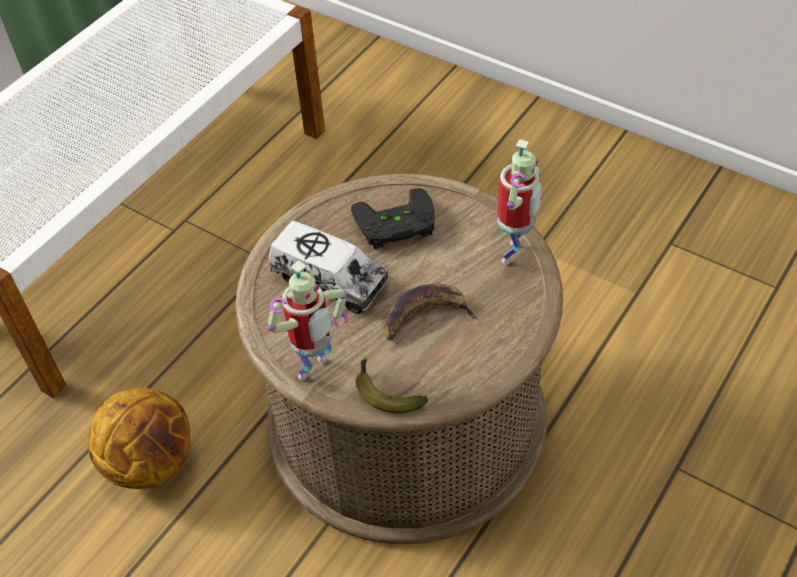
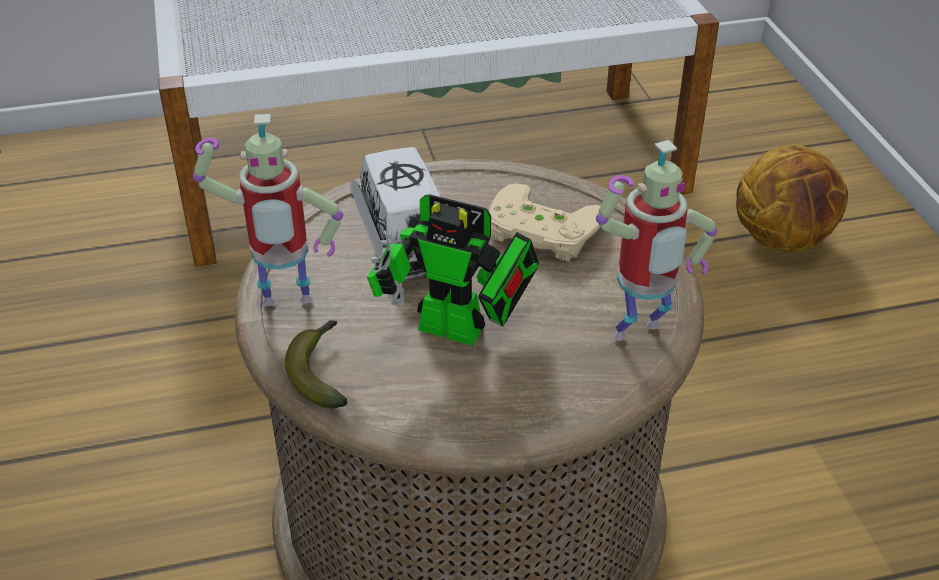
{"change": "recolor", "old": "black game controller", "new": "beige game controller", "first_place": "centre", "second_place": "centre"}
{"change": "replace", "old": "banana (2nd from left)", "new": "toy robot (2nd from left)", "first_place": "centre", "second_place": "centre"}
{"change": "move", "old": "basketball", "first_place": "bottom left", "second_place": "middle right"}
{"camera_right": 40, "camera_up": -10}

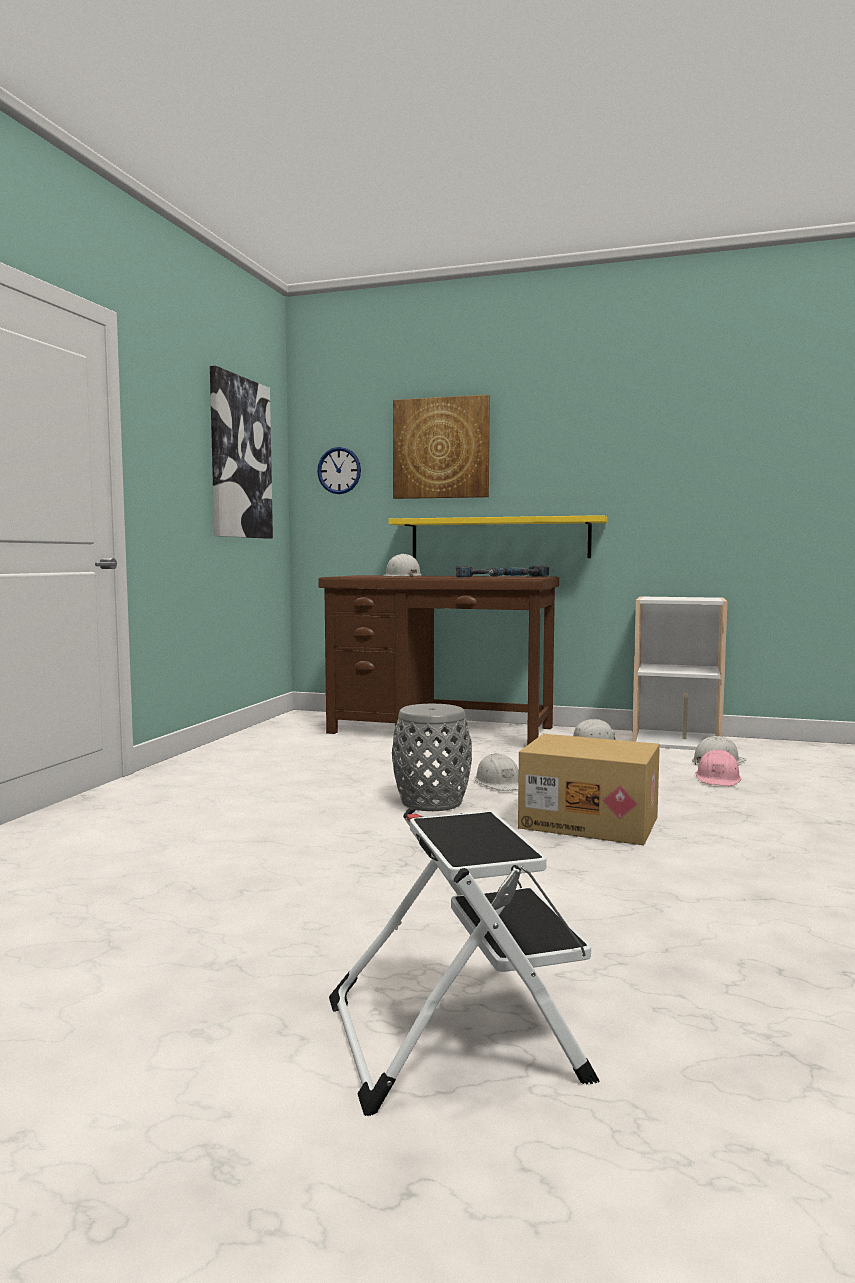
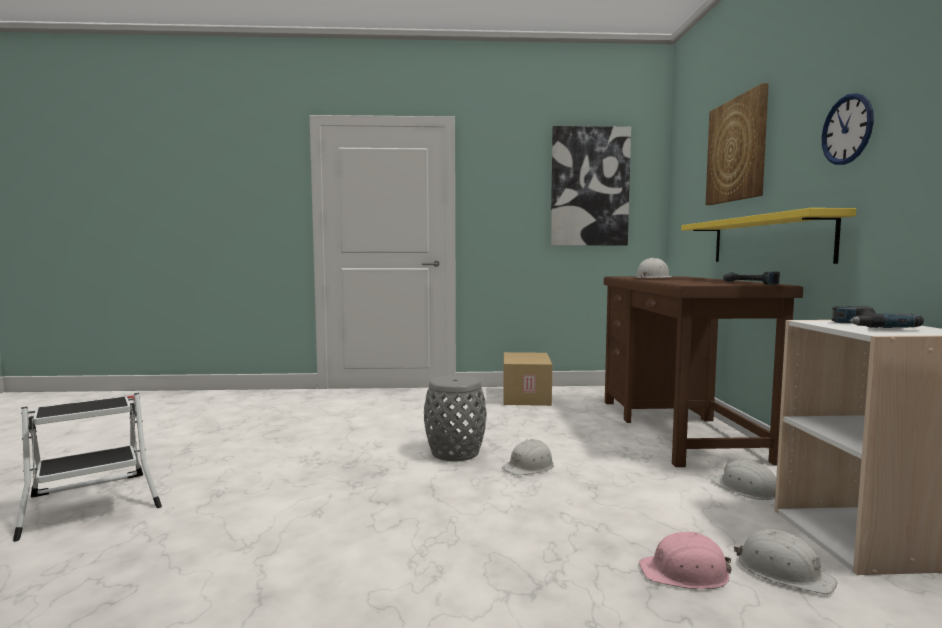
{"change": "move", "old": "wall clock", "first_place": "centre", "second_place": "top right"}
{"change": "move", "old": "power drill (1st from left in the first image)", "new": "power drill (2nd from left)", "first_place": "centre", "second_place": "middle right"}
{"change": "move", "old": "cardboard box", "first_place": "middle right", "second_place": "centre"}
{"camera_right": 70, "camera_up": 0}

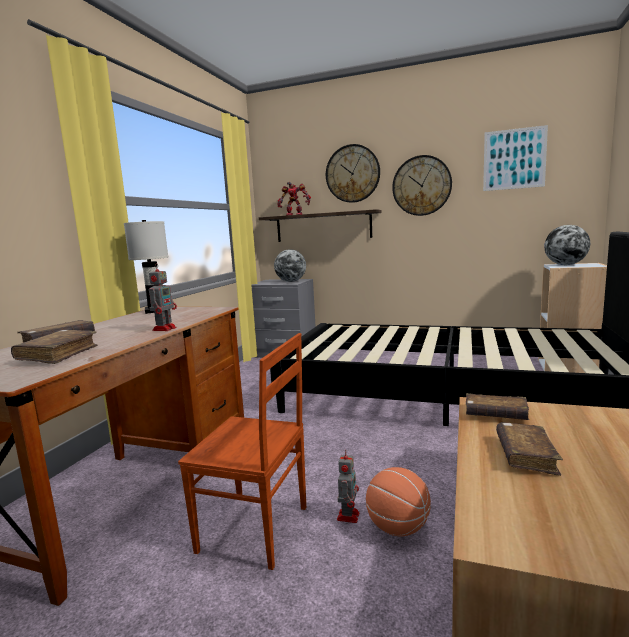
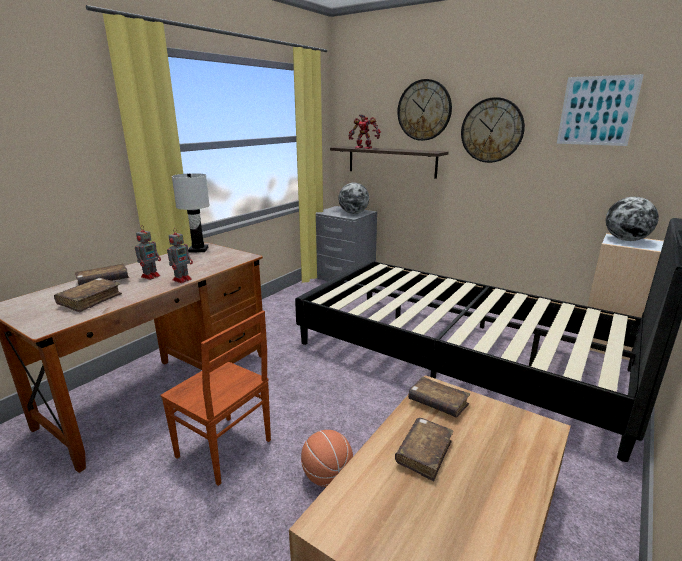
{"change": "move", "old": "toy robot (3rd from left in the first image)", "new": "toy robot (1st from left)", "first_place": "bottom centre", "second_place": "middle left"}
{"camera_right": 15, "camera_up": 10}

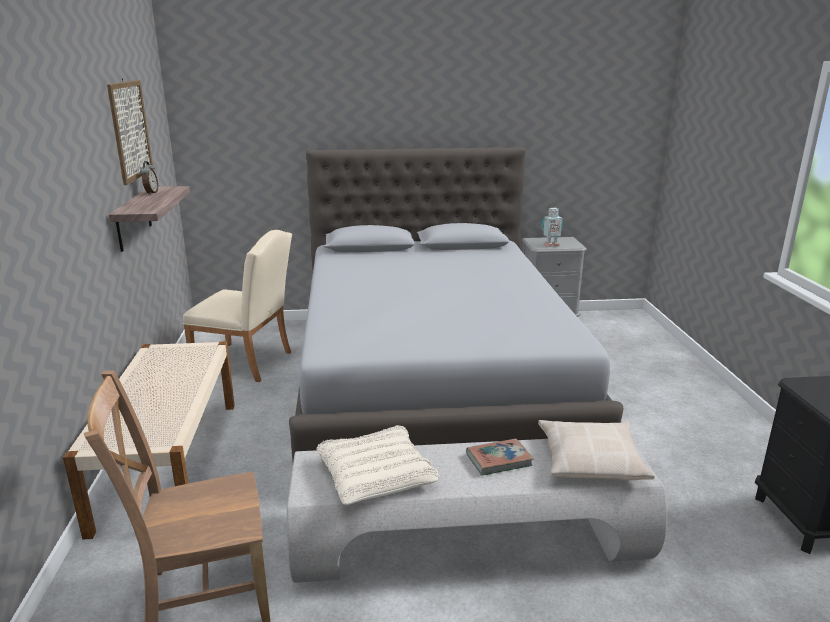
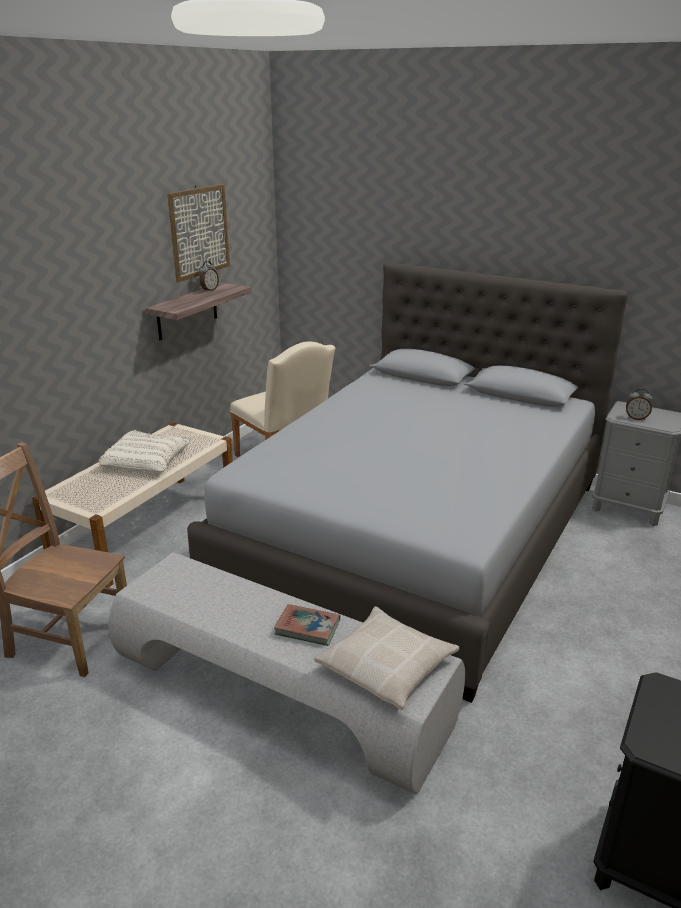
{"change": "replace", "old": "toy robot", "new": "alarm clock (2nd from left)", "first_place": "centre", "second_place": "middle right"}
{"change": "move", "old": "beige pillow (1st from left)", "first_place": "bottom centre", "second_place": "middle left"}
{"camera_right": 35, "camera_up": 5}

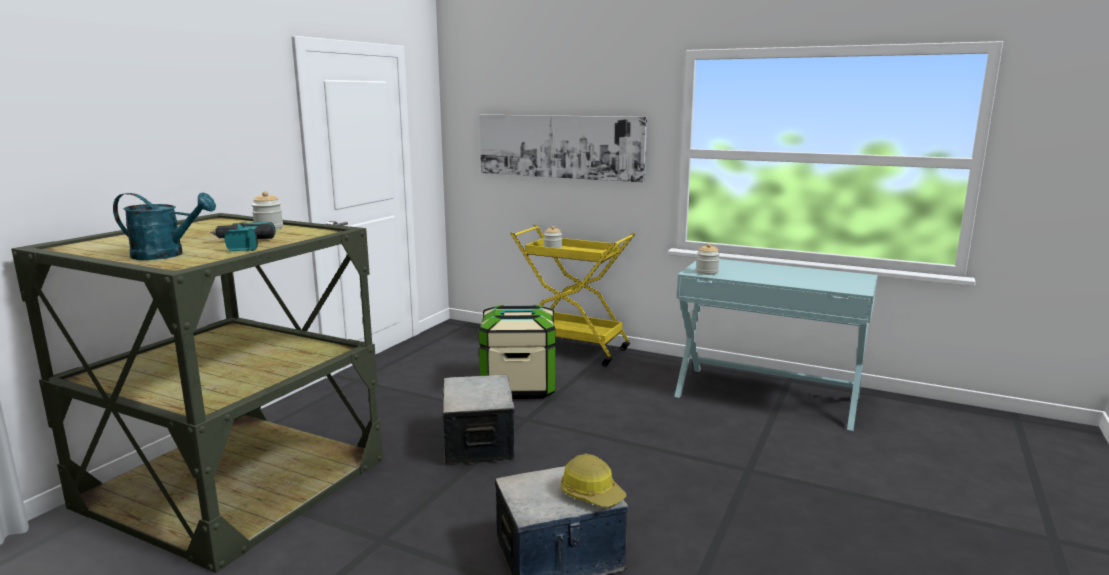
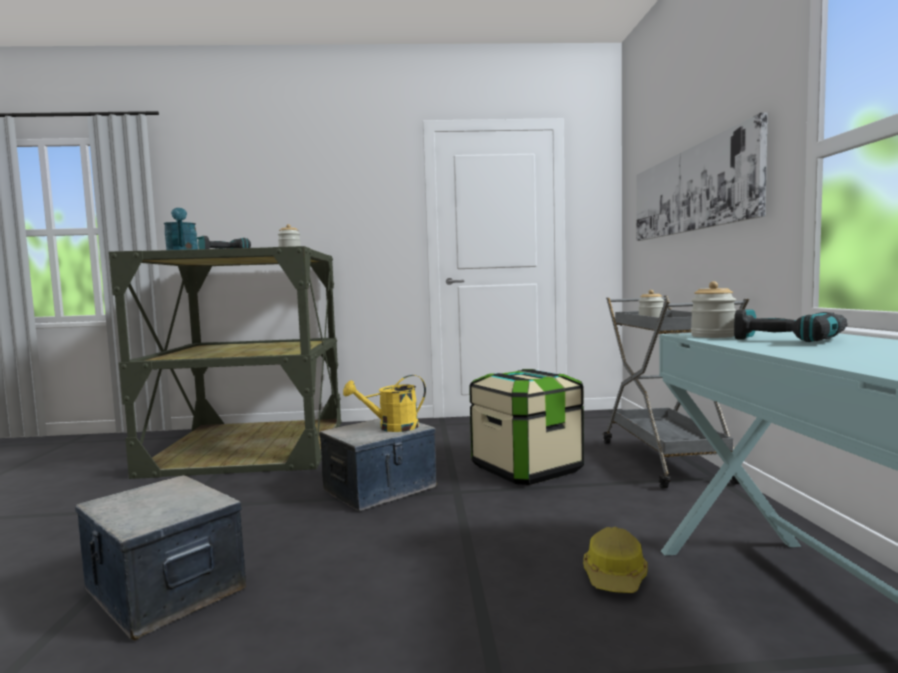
{"change": "recolor", "old": "yellow cart", "new": "grey cart", "first_place": "centre", "second_place": "middle right"}
{"change": "move", "old": "hard hat", "first_place": "bottom centre", "second_place": "bottom right"}
{"change": "insert", "new": "power drill (2nd from left)", "second_place": "middle right"}
{"change": "insert", "new": "yellow watering can", "second_place": "centre"}
{"camera_right": 60, "camera_up": -10}

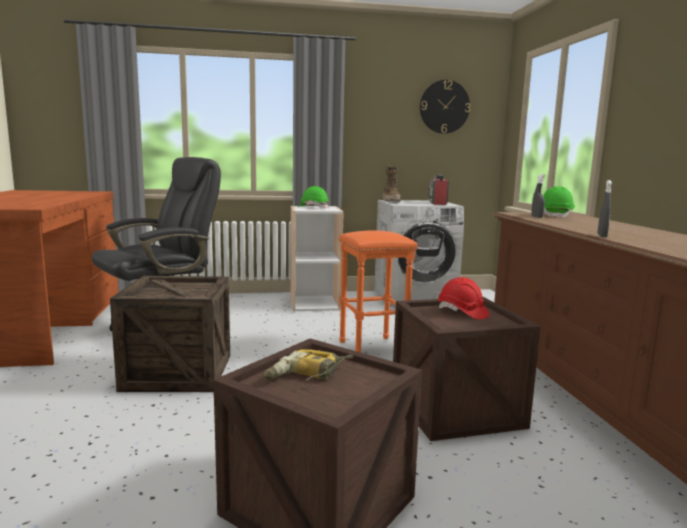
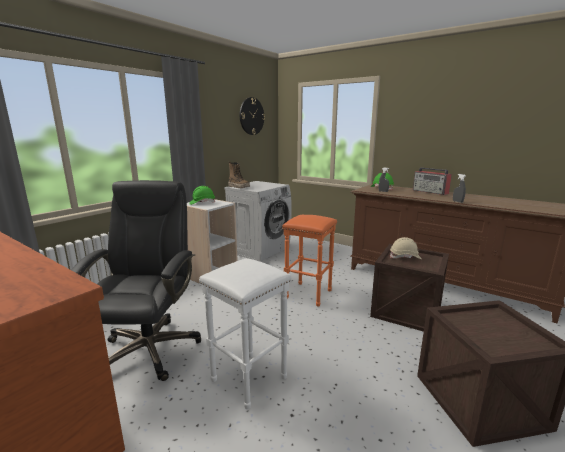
{"change": "move", "old": "radio", "first_place": "centre", "second_place": "middle right"}
{"change": "replace", "old": "crate (1st from left)", "new": "white stool", "first_place": "middle left", "second_place": "bottom centre"}
{"change": "recolor", "old": "red hard hat", "new": "beige hard hat", "first_place": "middle right", "second_place": "middle right"}
{"change": "delete", "old": "power drill", "first_place": "bottom centre"}
{"camera_right": -45, "camera_up": 5}

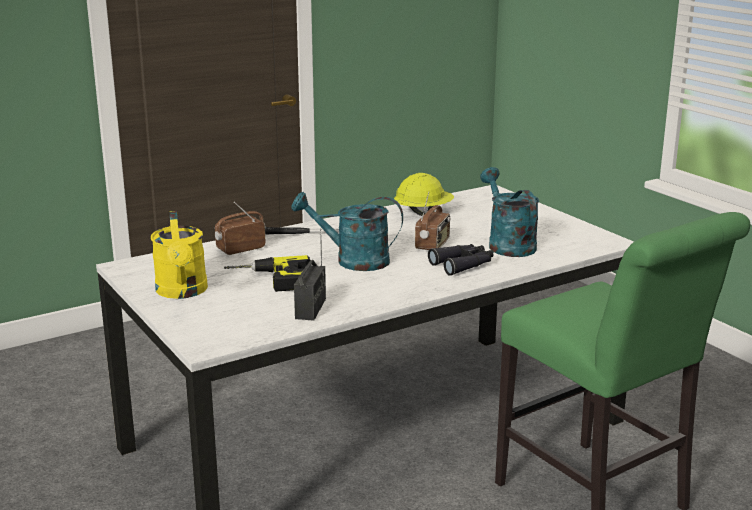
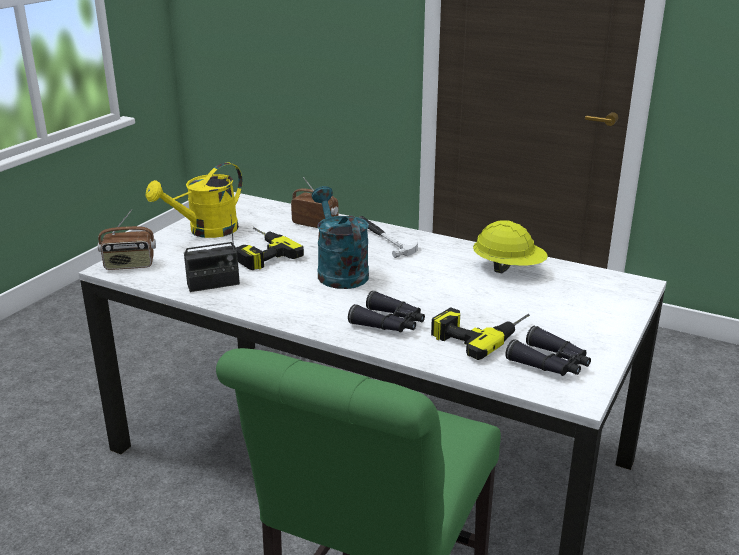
{"change": "replace", "old": "turquoise watering can (2nd from left)", "new": "power drill (2nd from left)", "first_place": "middle right", "second_place": "centre"}
{"change": "move", "old": "radio (3rd from left in the first image)", "new": "radio (1st from left)", "first_place": "centre", "second_place": "middle left"}
{"change": "insert", "new": "black binoculars (2nd from left)", "second_place": "middle right"}
{"camera_right": 60, "camera_up": 5}

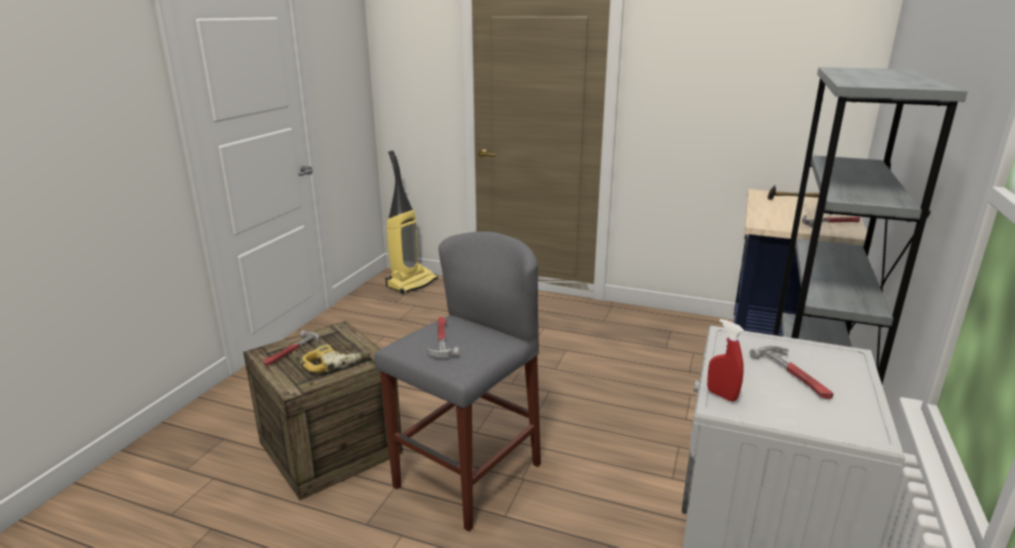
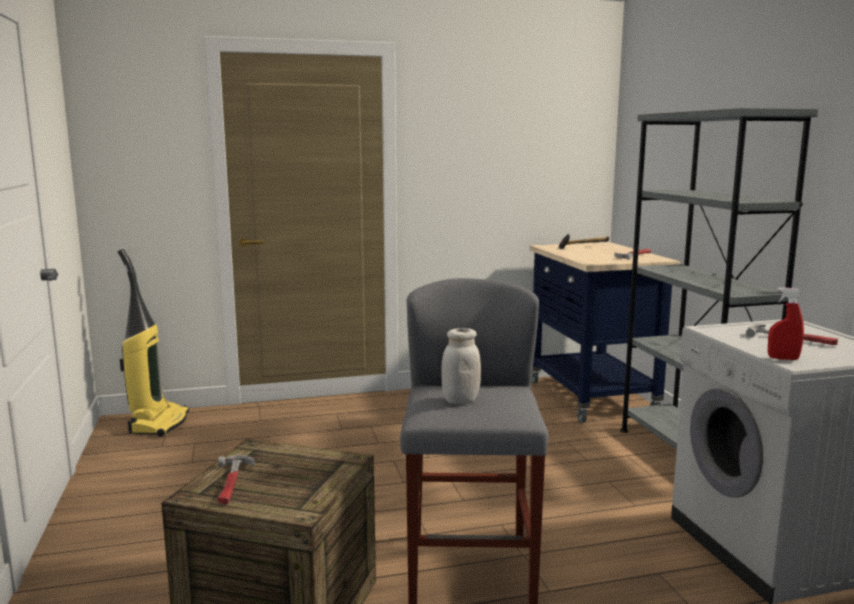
{"change": "replace", "old": "hammer (2nd from left)", "new": "white jar", "first_place": "centre", "second_place": "centre"}
{"change": "delete", "old": "power drill", "first_place": "middle left"}
{"camera_right": -35, "camera_up": -10}

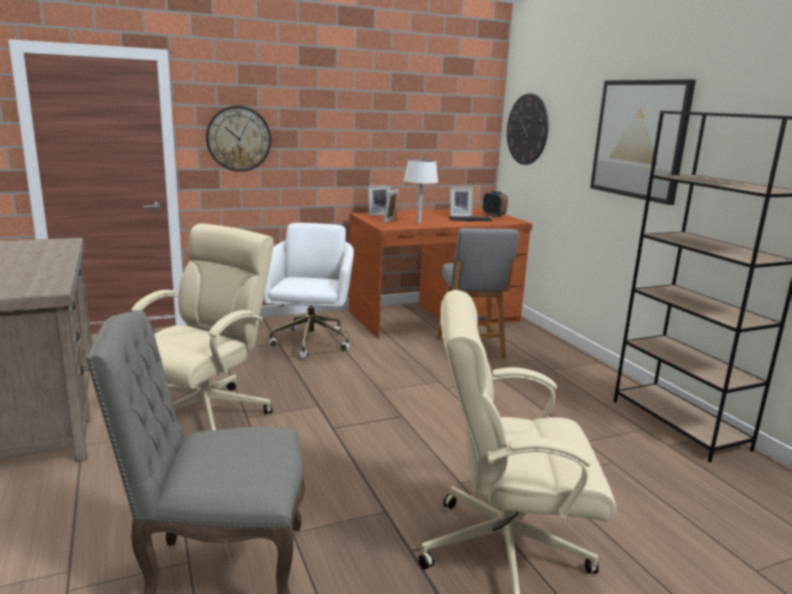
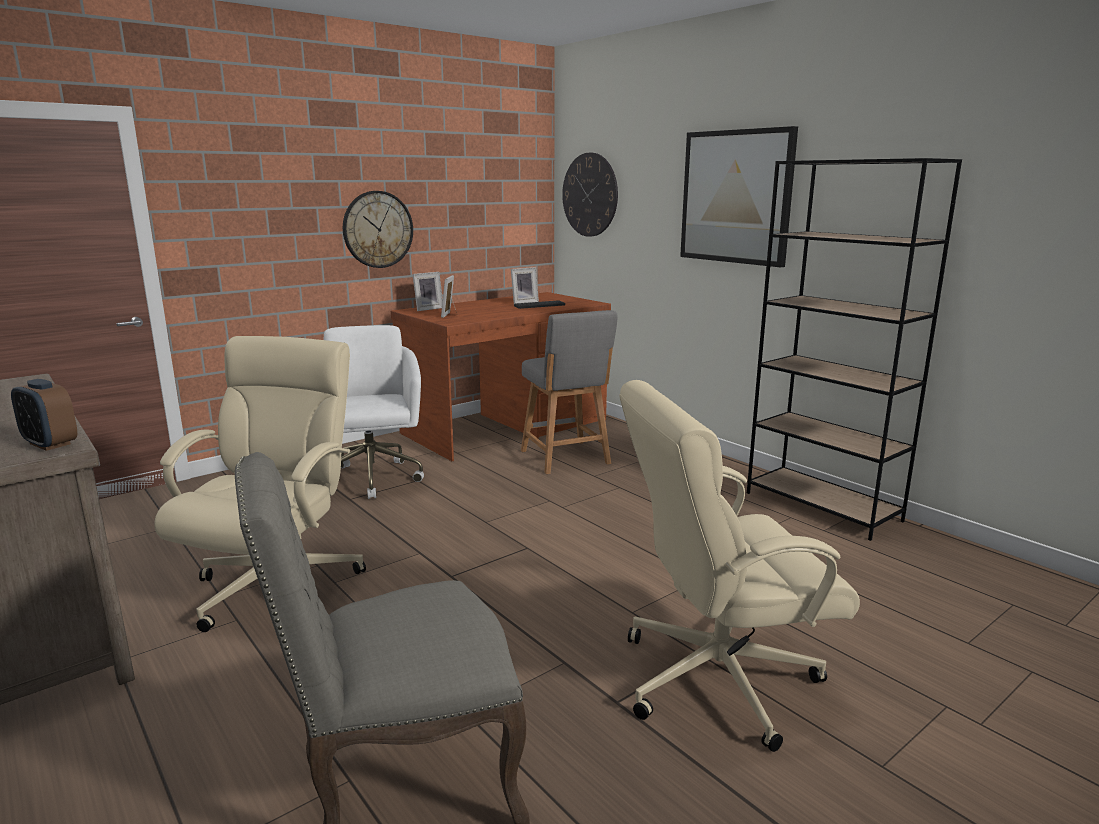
{"change": "move", "old": "wall clock (1st from left)", "first_place": "top left", "second_place": "top centre"}
{"change": "delete", "old": "white table lamp", "first_place": "top centre"}
{"change": "move", "old": "alarm clock", "first_place": "centre", "second_place": "middle left"}
{"camera_right": -15, "camera_up": 0}

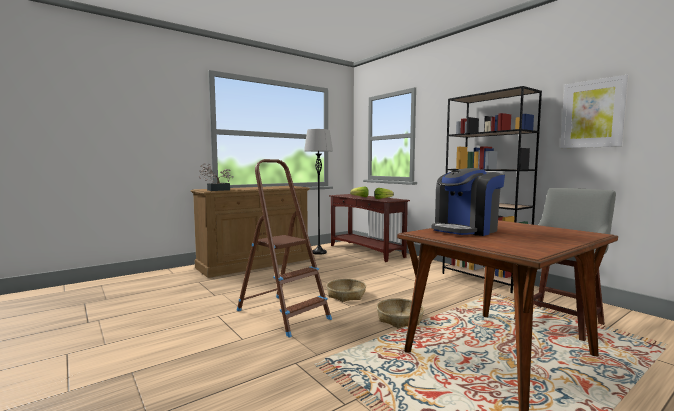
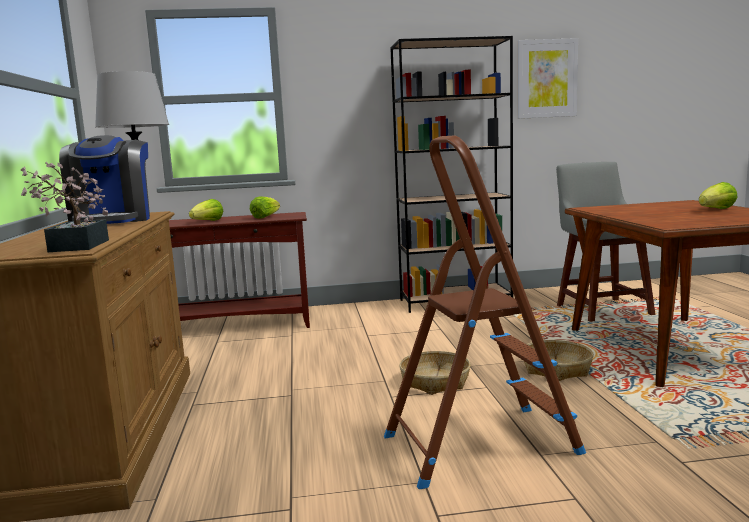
{"change": "move", "old": "coffee machine", "first_place": "middle right", "second_place": "middle left"}
{"change": "insert", "new": "lettuce (3rd from left)", "second_place": "middle right"}
{"camera_right": -60, "camera_up": 5}

